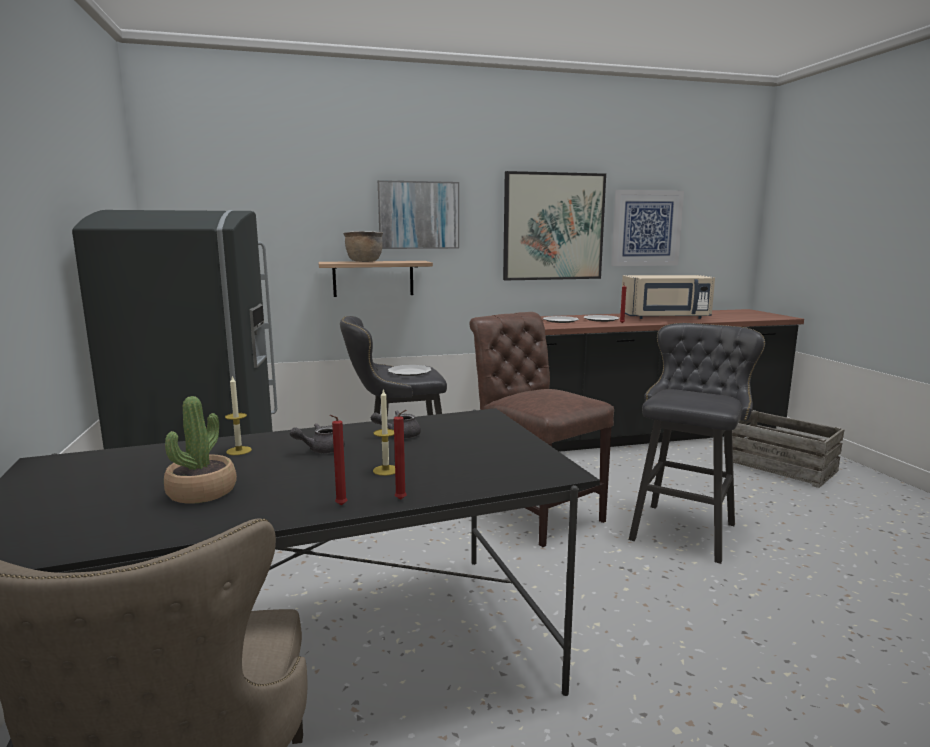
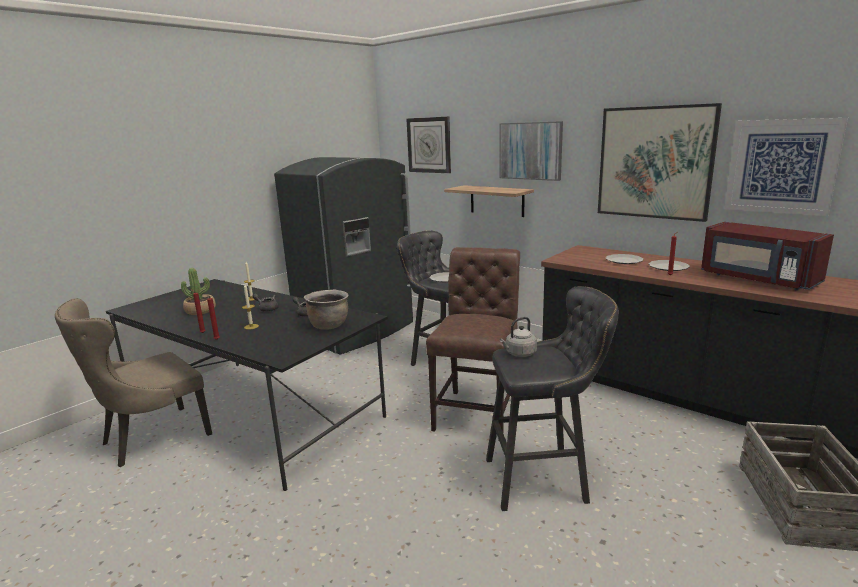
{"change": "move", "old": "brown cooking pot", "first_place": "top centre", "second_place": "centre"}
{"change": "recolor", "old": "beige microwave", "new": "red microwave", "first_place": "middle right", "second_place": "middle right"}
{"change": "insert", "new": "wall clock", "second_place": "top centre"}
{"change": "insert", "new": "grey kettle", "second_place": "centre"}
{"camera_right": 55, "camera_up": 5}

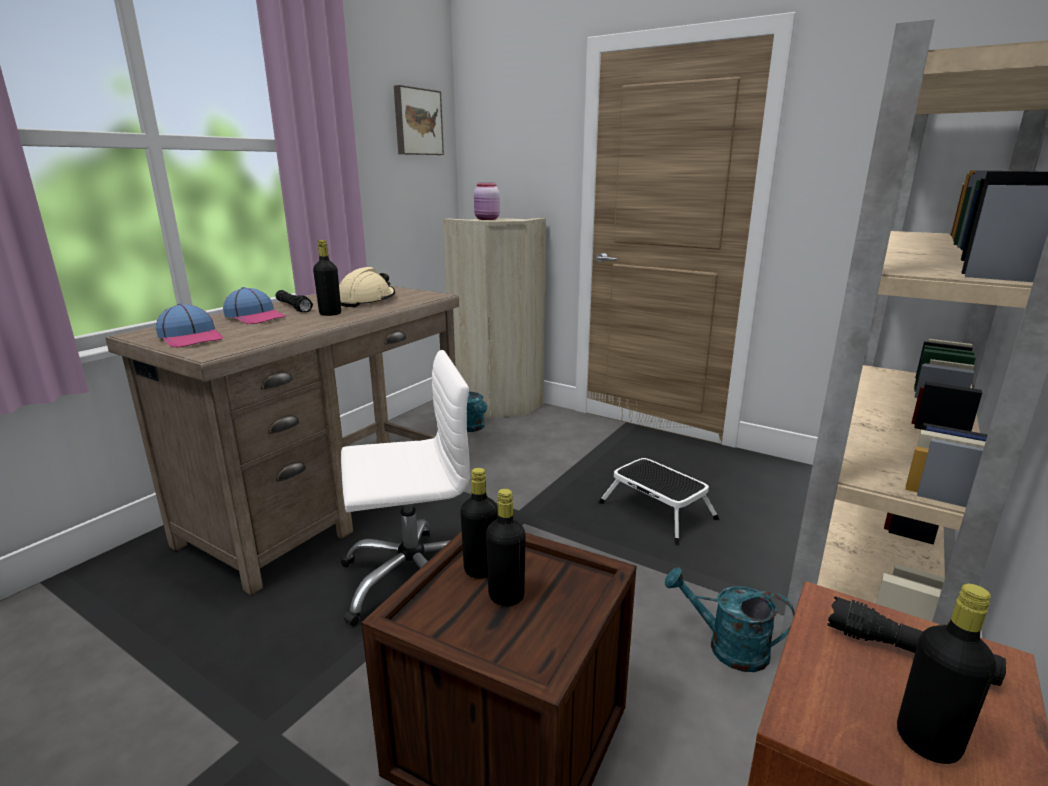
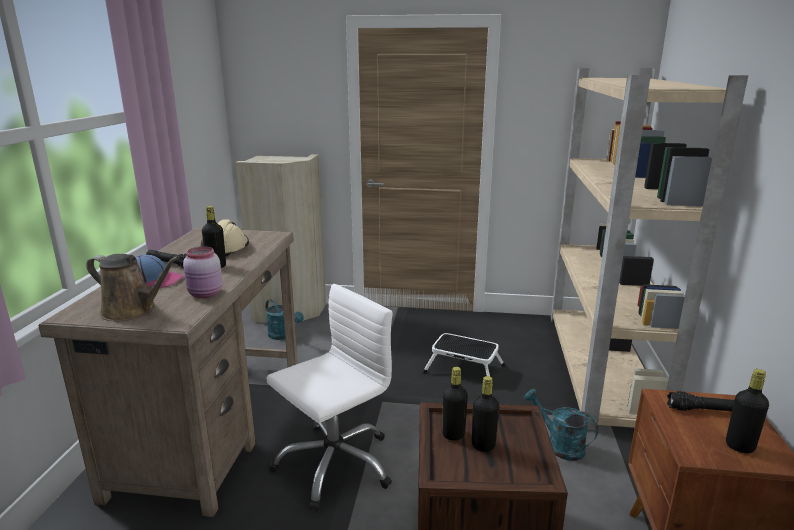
{"change": "delete", "old": "picture", "first_place": "top centre"}
{"change": "move", "old": "pink jar", "first_place": "top centre", "second_place": "middle left"}
{"change": "replace", "old": "cap (1st from left)", "new": "brown watering can", "first_place": "middle left", "second_place": "middle left"}
{"change": "rotate", "old": "turquoise watering can (2nd from left)", "first_place": "bottom right", "second_place": "bottom right", "degrees": 45}
{"camera_right": -25, "camera_up": 0}

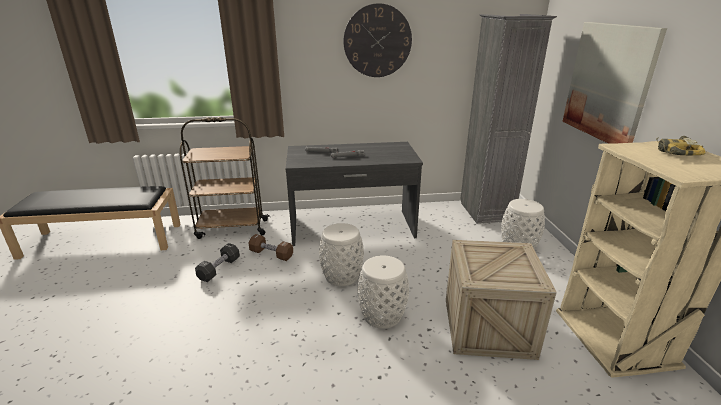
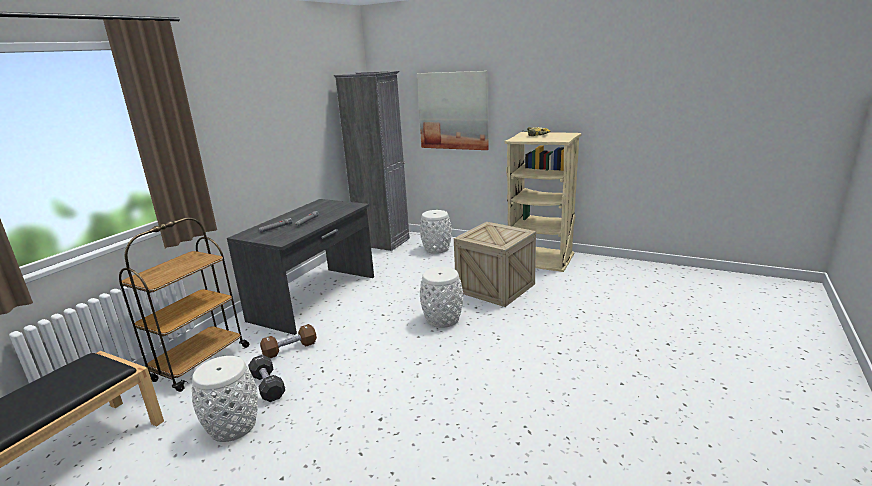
{"change": "delete", "old": "wall clock", "first_place": "top centre"}
{"change": "move", "old": "white stool (1st from left)", "first_place": "centre", "second_place": "bottom left"}
{"camera_right": -55, "camera_up": -5}

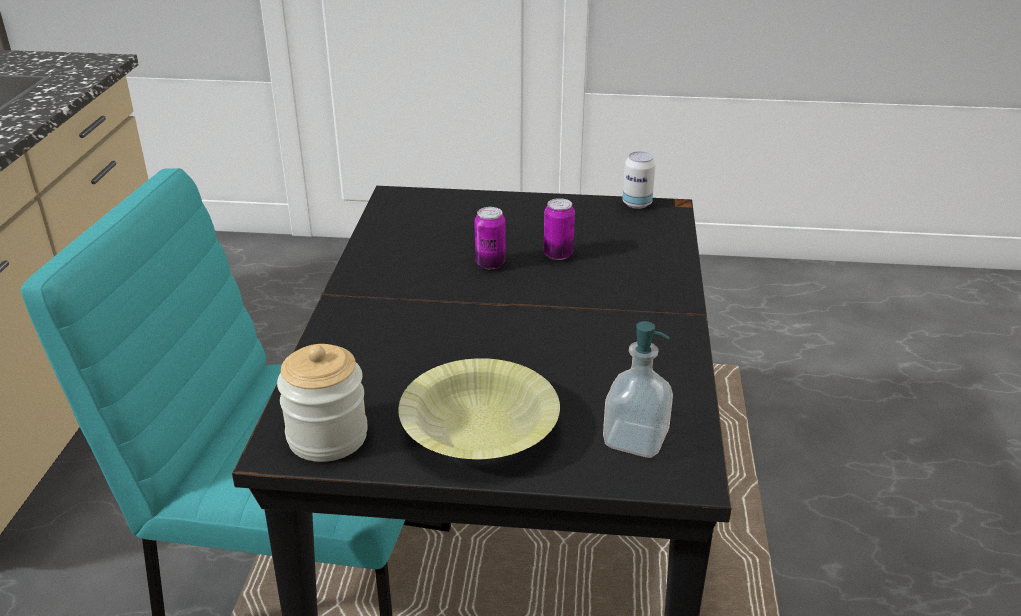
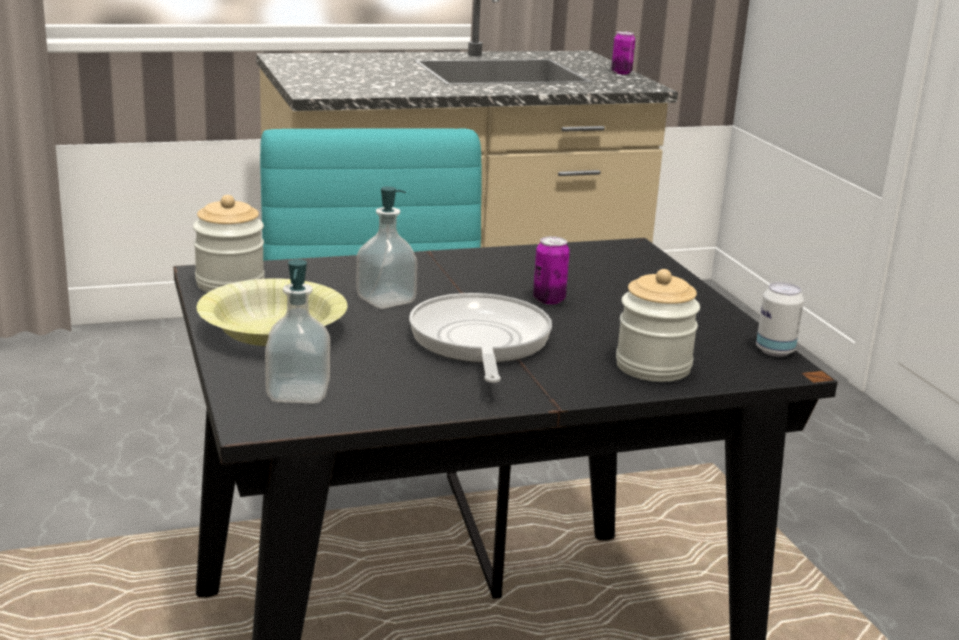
{"change": "move", "old": "can (2nd from left)", "first_place": "centre", "second_place": "top centre"}
{"change": "insert", "new": "soap dispenser (2nd from left)", "second_place": "centre"}
{"change": "insert", "new": "jar (2nd from left)", "second_place": "middle right"}
{"change": "insert", "new": "frying pan", "second_place": "centre"}
{"camera_right": 65, "camera_up": -10}

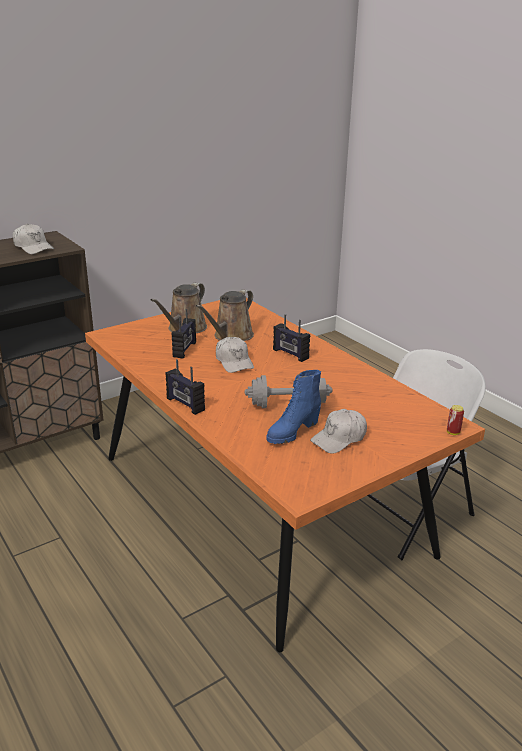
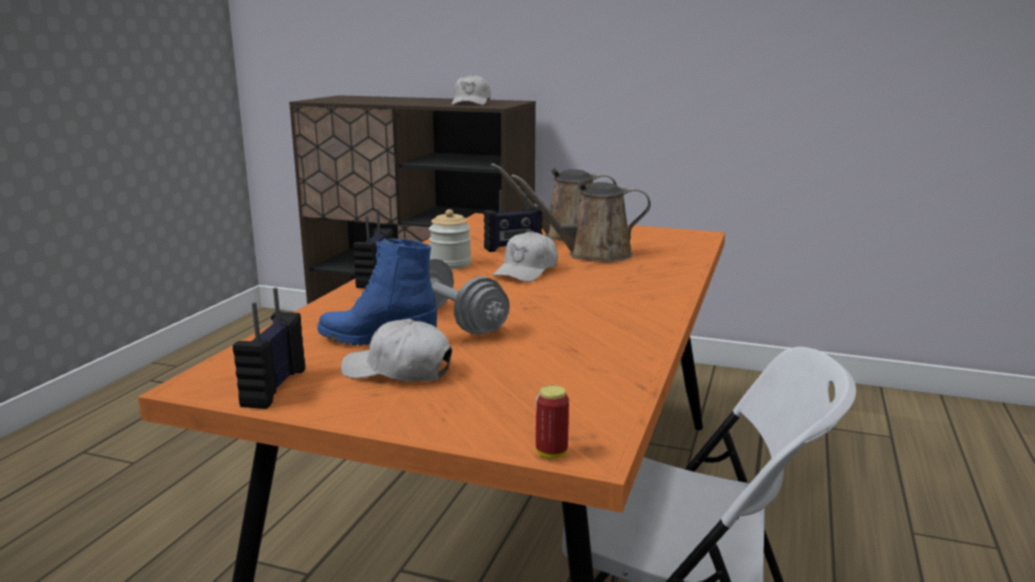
{"change": "move", "old": "radio (3rd from left in the first image)", "new": "radio (1st from left)", "first_place": "centre", "second_place": "middle left"}
{"change": "insert", "new": "jar", "second_place": "centre"}
{"camera_right": 55, "camera_up": -10}

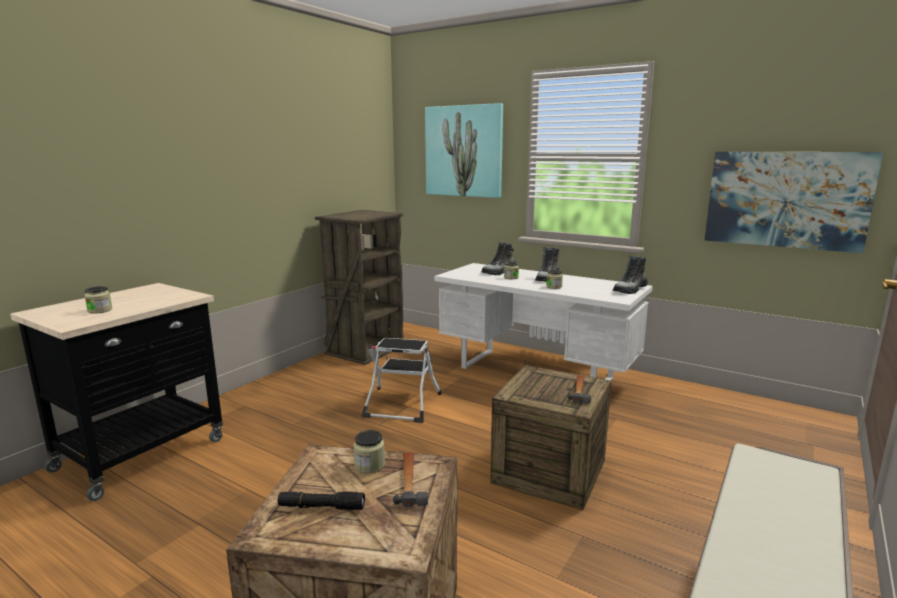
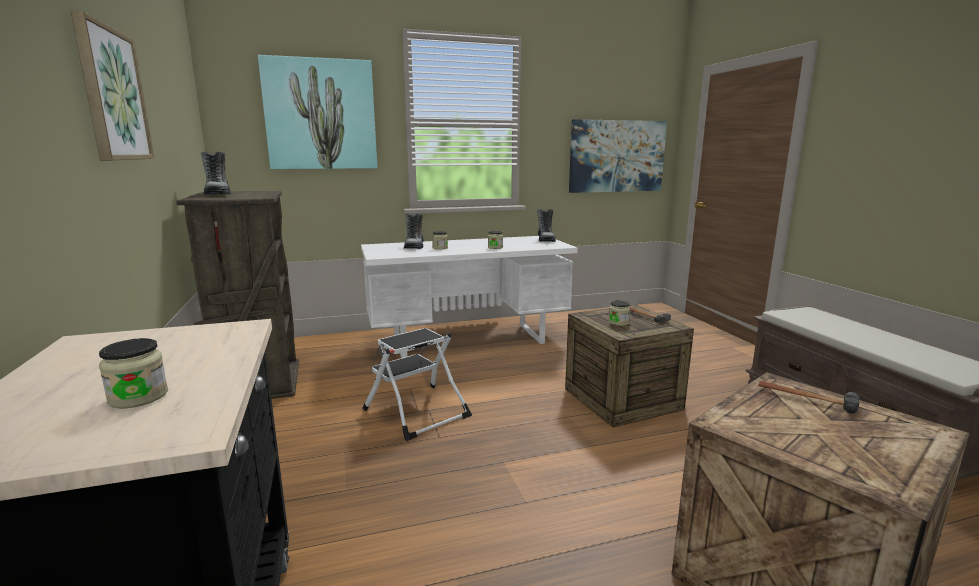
{"change": "move", "old": "boot (2nd from left in the first image)", "new": "boot (1st from left)", "first_place": "centre", "second_place": "top left"}
{"change": "move", "old": "jar (2nd from left in the first image)", "new": "jar (4th from left)", "first_place": "bottom centre", "second_place": "centre"}
{"change": "delete", "old": "black flashlight", "first_place": "bottom centre"}
{"change": "insert", "new": "picture (1st from left)", "second_place": "top left"}
{"camera_right": -50, "camera_up": 0}

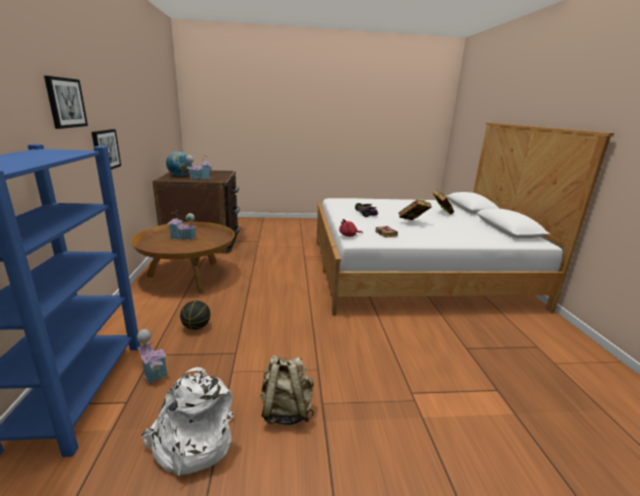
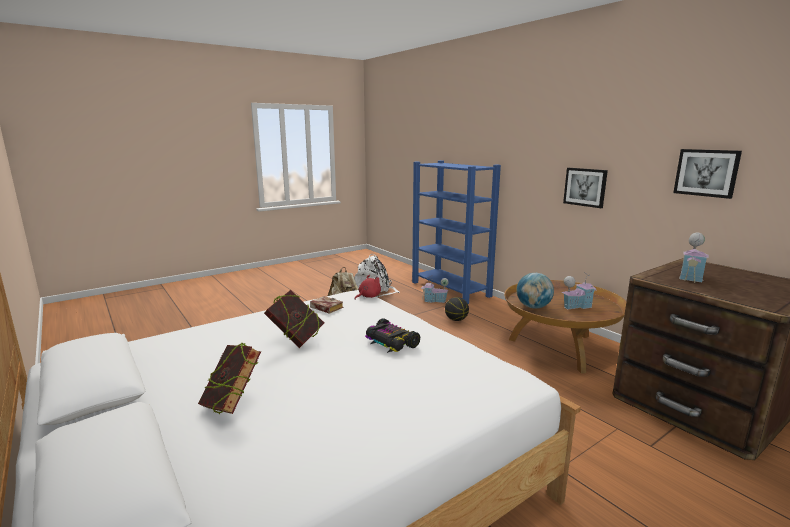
{"change": "move", "old": "picture (1st from left in the first image)", "new": "picture (2nd from left)", "first_place": "top left", "second_place": "top right"}
{"change": "move", "old": "globe", "first_place": "top left", "second_place": "middle right"}
{"camera_right": 150, "camera_up": -5}

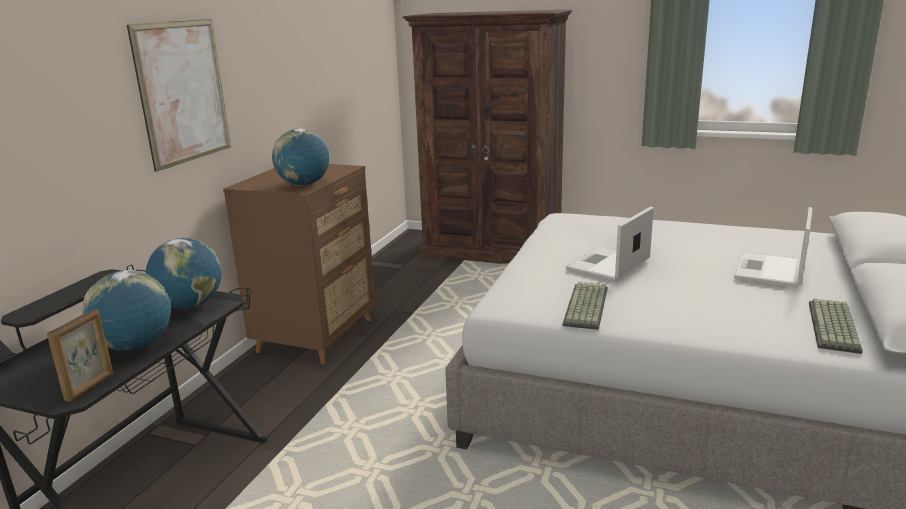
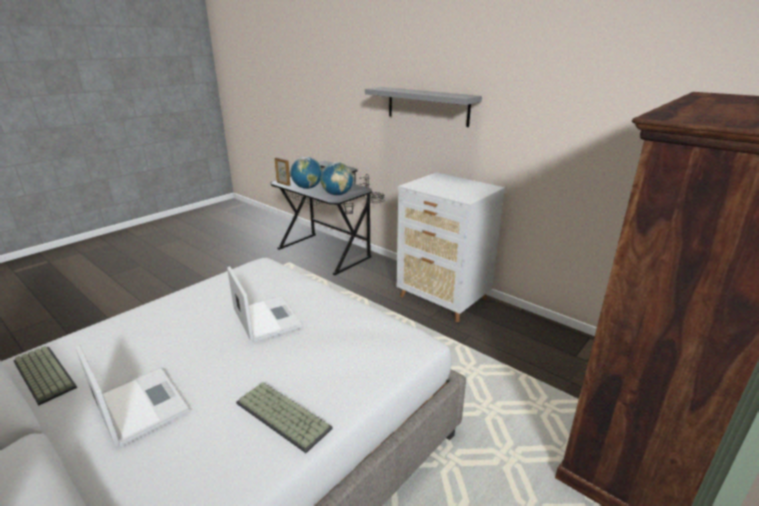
{"change": "replace", "old": "picture", "new": "grey shelf", "first_place": "top left", "second_place": "top centre"}
{"change": "delete", "old": "globe (3rd from left)", "first_place": "top left"}
{"change": "recolor", "old": "brown dresser", "new": "white dresser", "first_place": "middle left", "second_place": "centre"}
{"change": "move", "old": "keyboard (1st from left in the first image)", "new": "keyboard (2nd from left)", "first_place": "centre", "second_place": "bottom centre"}
{"camera_right": 110, "camera_up": 5}

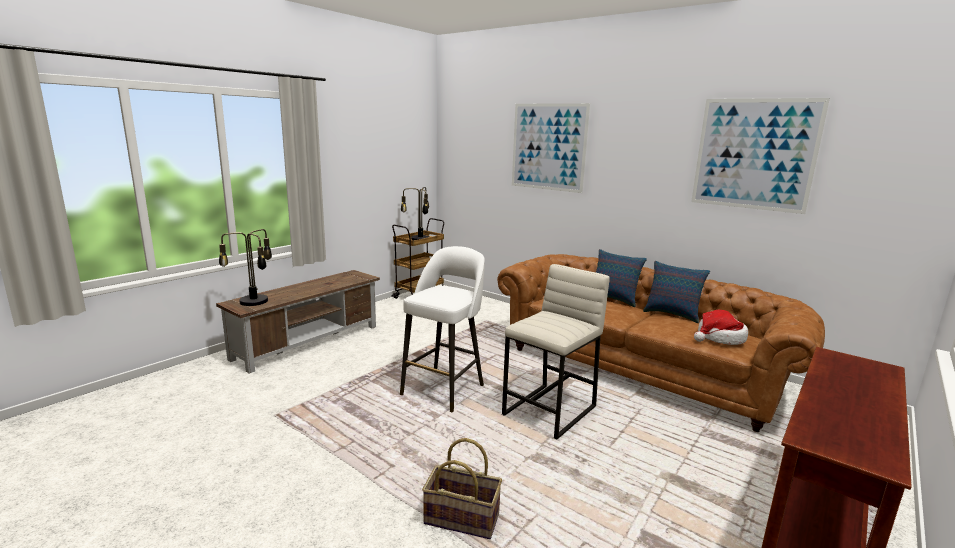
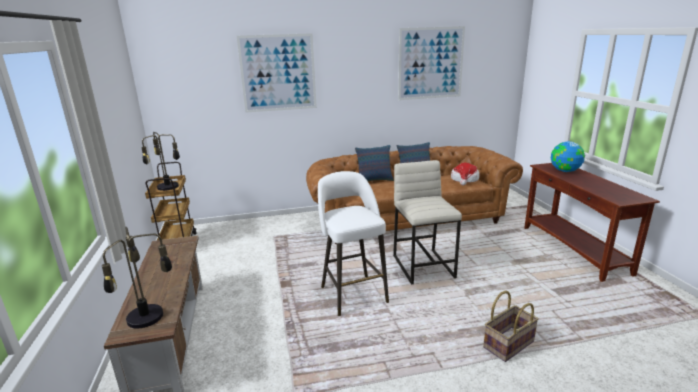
{"change": "insert", "new": "globe", "second_place": "middle right"}
{"camera_right": -50, "camera_up": 5}

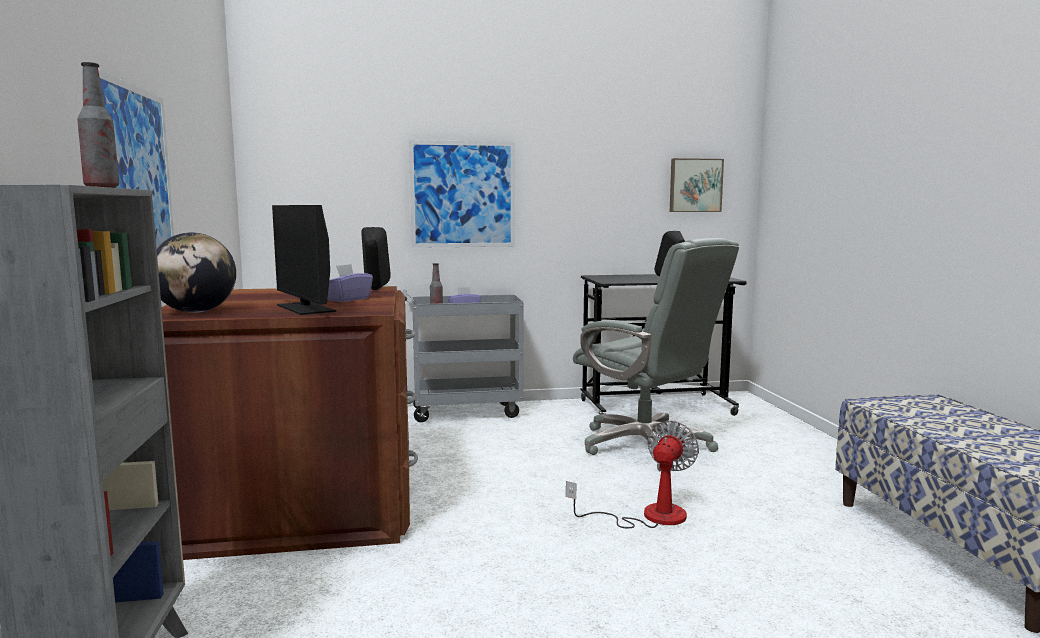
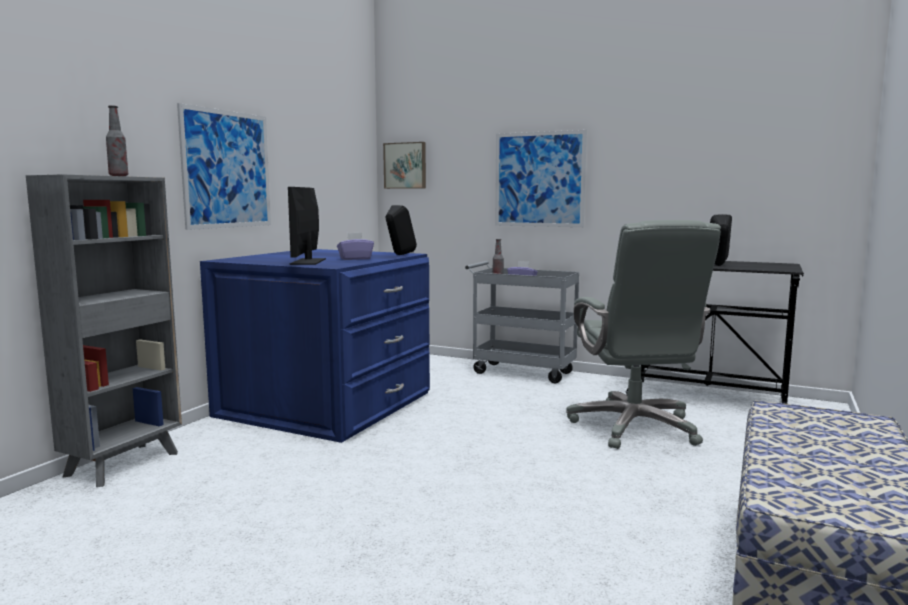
{"change": "move", "old": "picture (3rd from left in the first image)", "new": "picture (2nd from left)", "first_place": "top right", "second_place": "top centre"}
{"change": "delete", "old": "globe", "first_place": "middle left"}
{"change": "recolor", "old": "brown dresser", "new": "blue dresser", "first_place": "middle left", "second_place": "centre"}
{"change": "delete", "old": "fan", "first_place": "bottom centre"}
{"camera_right": 35, "camera_up": 0}

